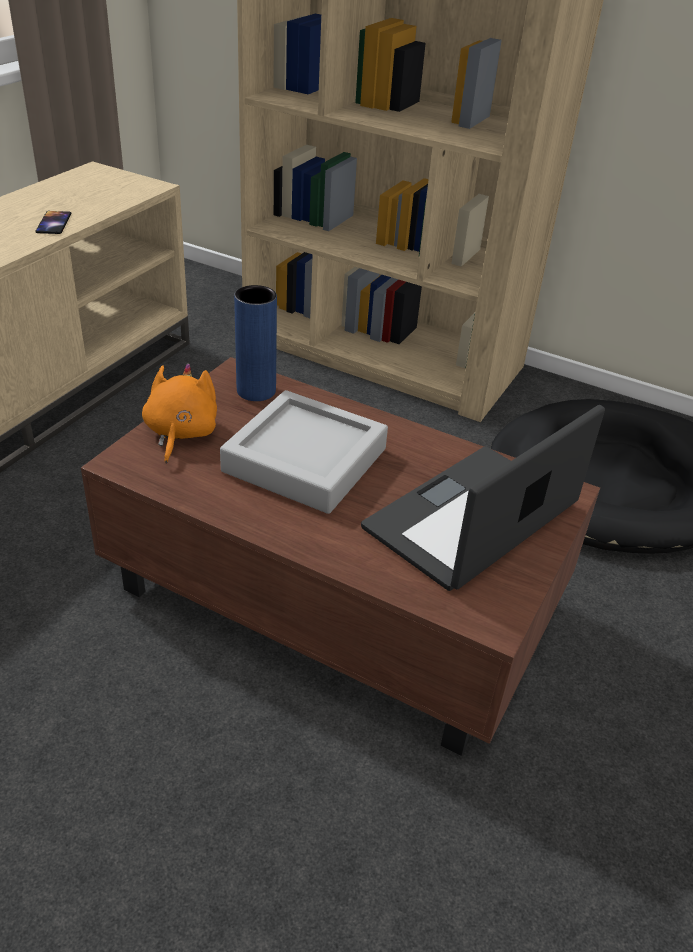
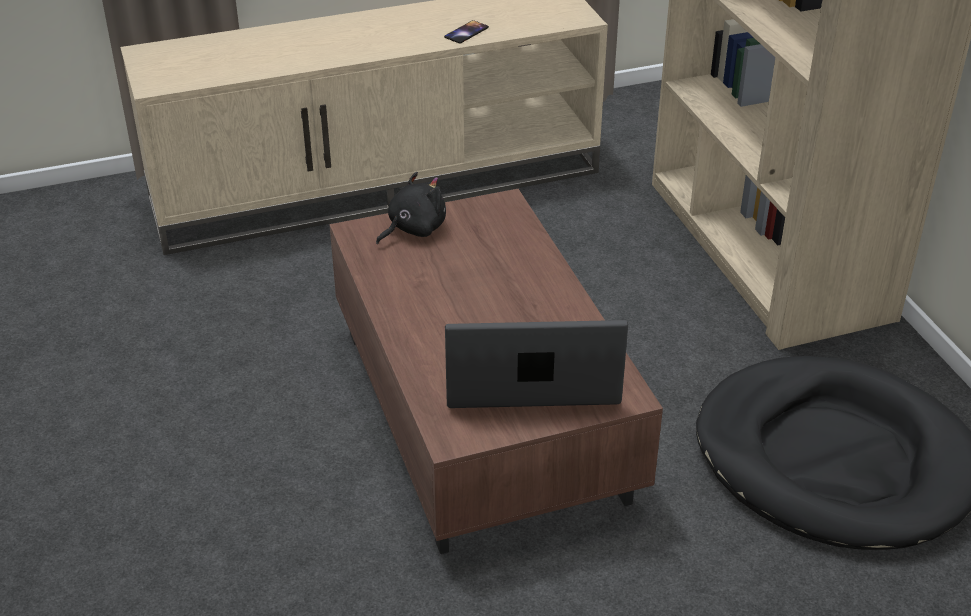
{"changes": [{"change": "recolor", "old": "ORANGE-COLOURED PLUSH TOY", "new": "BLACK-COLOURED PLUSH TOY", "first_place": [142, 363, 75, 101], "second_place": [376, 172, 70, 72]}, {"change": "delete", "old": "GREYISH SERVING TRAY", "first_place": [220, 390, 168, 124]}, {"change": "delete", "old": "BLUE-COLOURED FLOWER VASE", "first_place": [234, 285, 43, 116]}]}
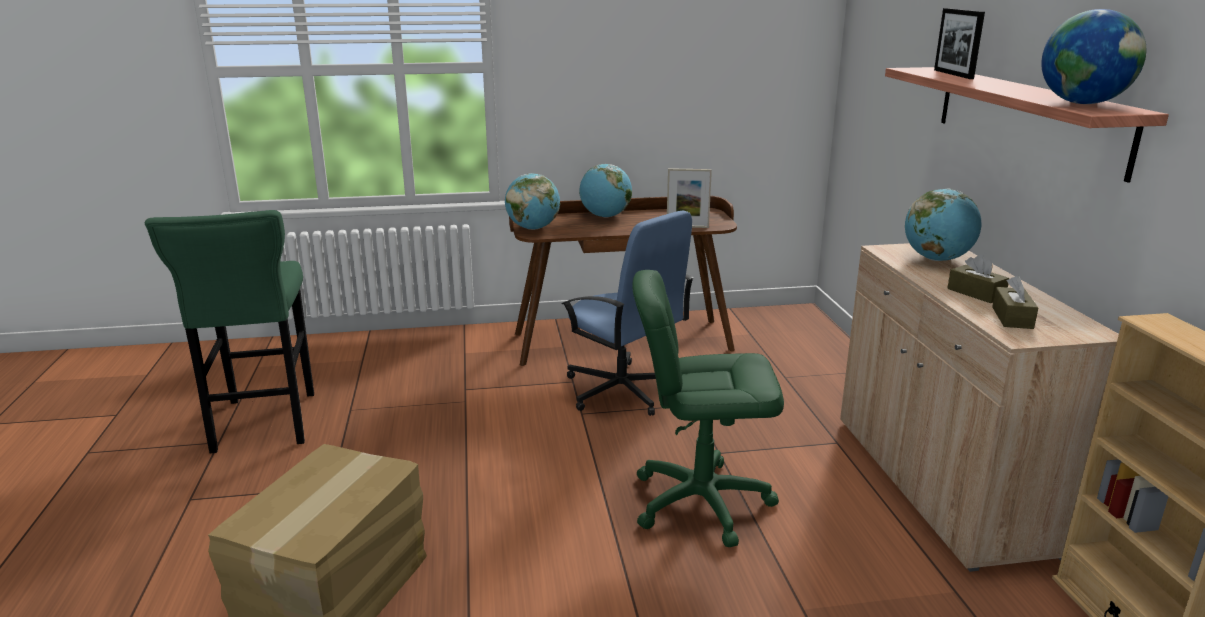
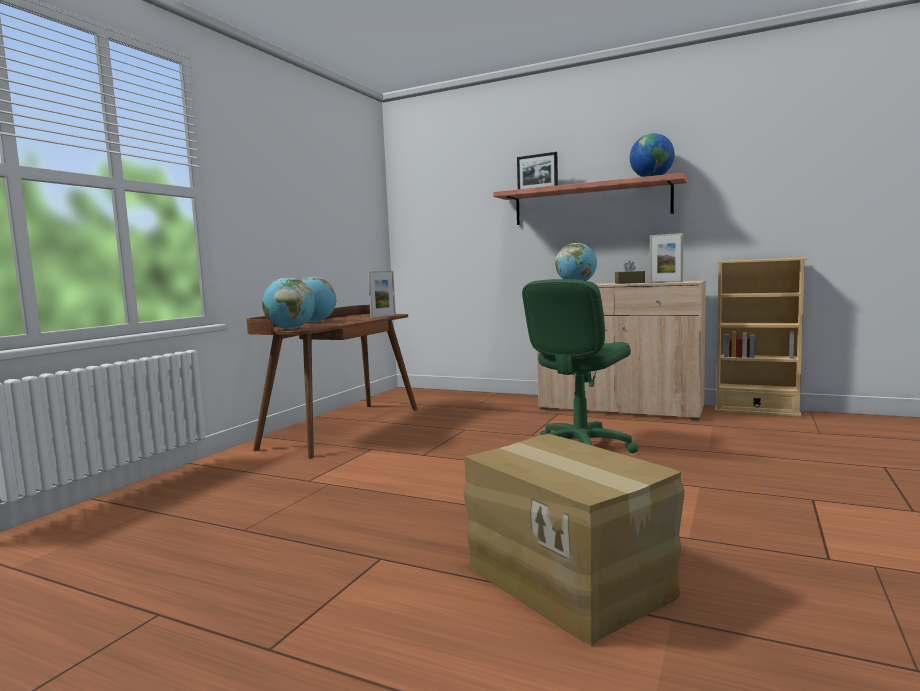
{"changes": [{"change": "replace", "old": "BROWNISH BOX OF TISSUES", "new": "PICTURE FRAME", "first_place": [992, 275, 46, 54], "second_place": [650, 233, 33, 50]}, {"change": "delete", "old": "GREENISH STOOL SEAT", "first_place": [145, 210, 169, 243]}, {"change": "delete", "old": "BLUE-COLOURED OFFICE CHAIR", "first_place": [562, 210, 132, 206]}]}
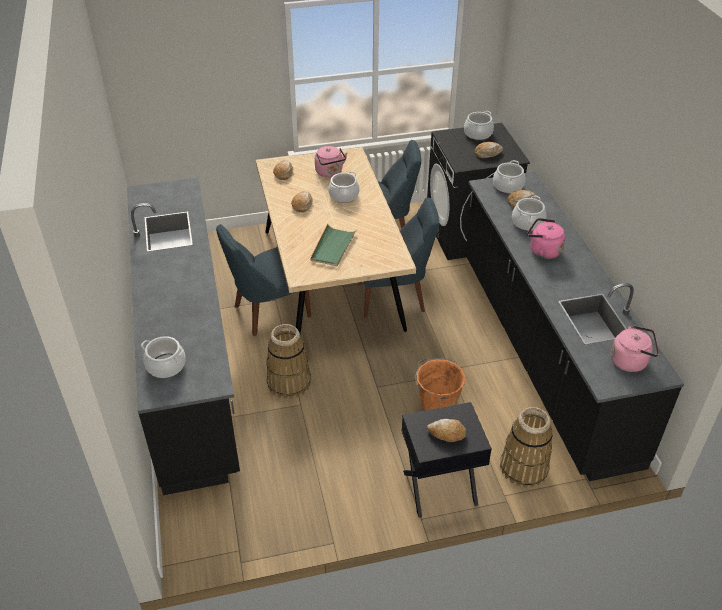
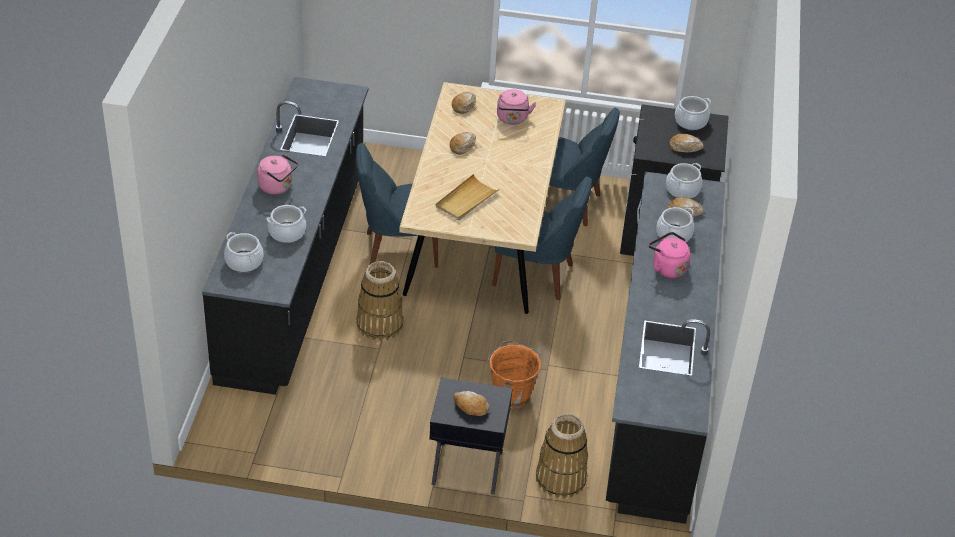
{"changes": [{"change": "move", "old": "PINK-COLOURED WATER KETTLE", "first_place": [611, 326, 48, 46], "second_place": [257, 154, 41, 40]}, {"change": "move", "old": "SAUCEPOT", "first_place": [328, 171, 31, 32], "second_place": [267, 205, 39, 38]}, {"change": "recolor", "old": "GREENISH SERVING TRAY", "new": "SAND-COLOURED SERVING TRAY", "first_place": [311, 224, 46, 43], "second_place": [435, 174, 64, 47]}]}
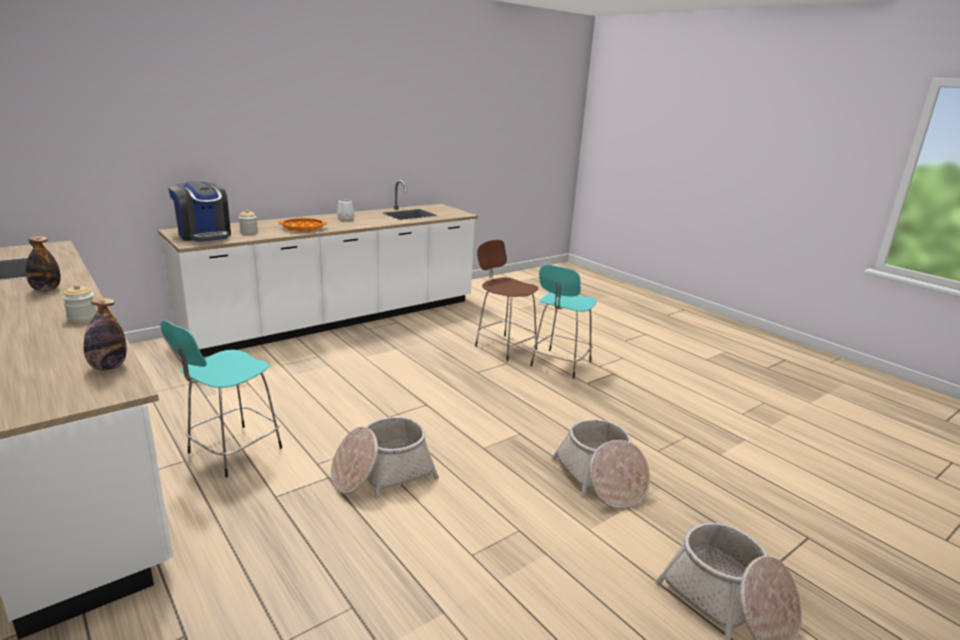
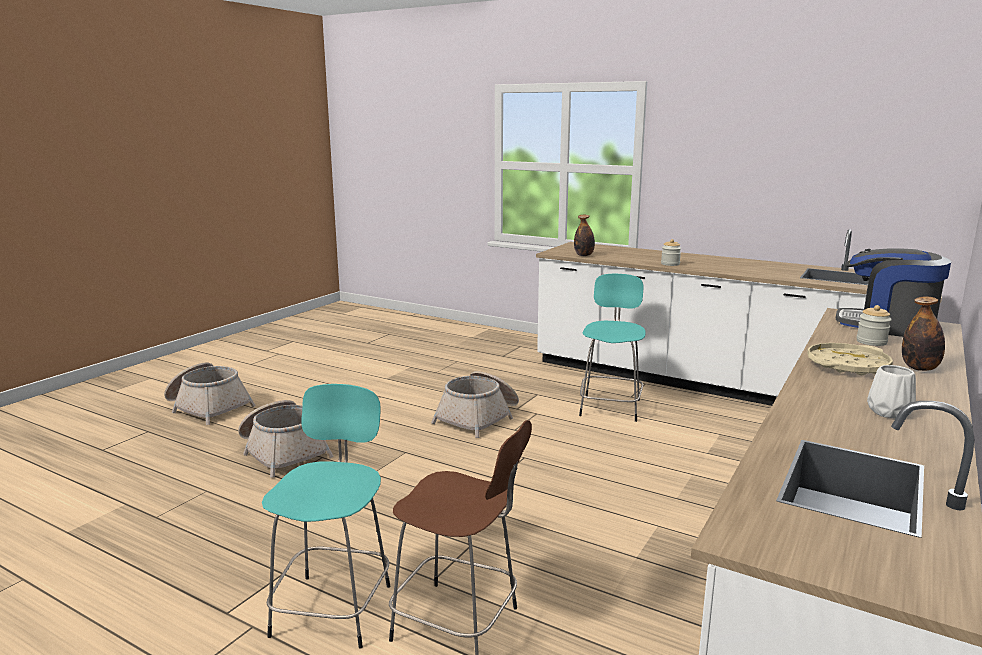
{"changes": [{"change": "recolor", "old": "ORANGE-COLOURED SERVING TRAY", "new": "SAND-COLOURED SERVING TRAY", "first_place": [278, 218, 49, 14], "second_place": [807, 343, 86, 32]}, {"change": "move", "old": "BOTTLE", "first_place": [25, 236, 36, 56], "second_place": [902, 296, 43, 75]}]}
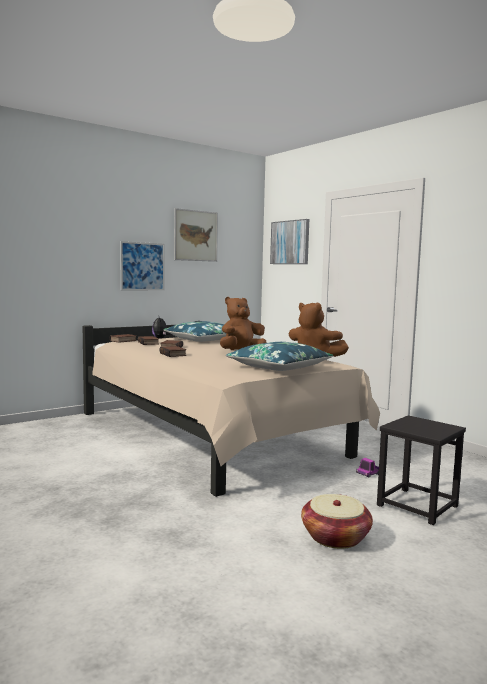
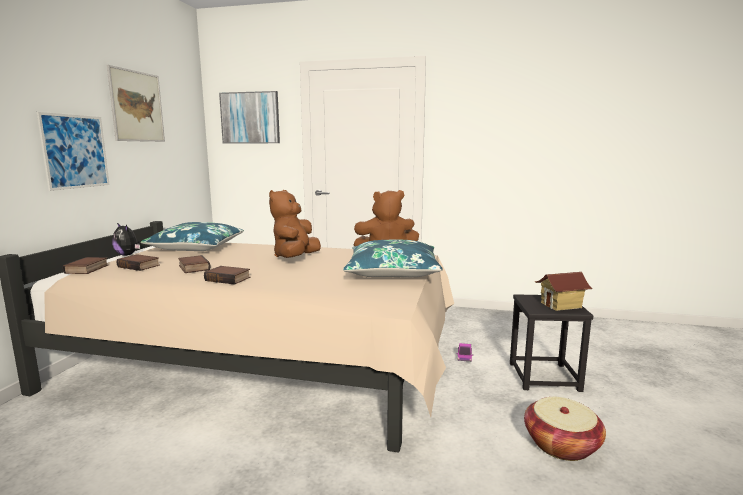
{"changes": [{"change": "insert", "new": "MODEL HOUSE", "second_place": [535, 272, 58, 39]}]}
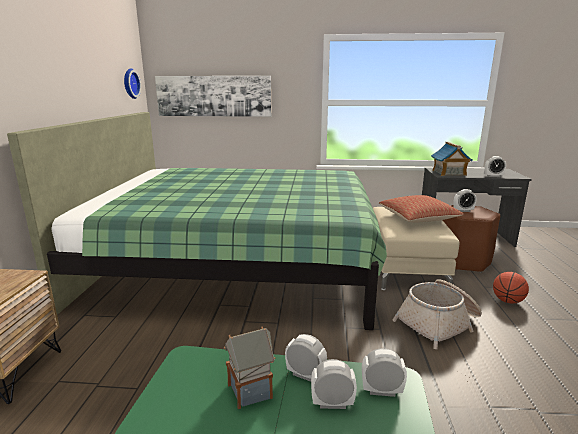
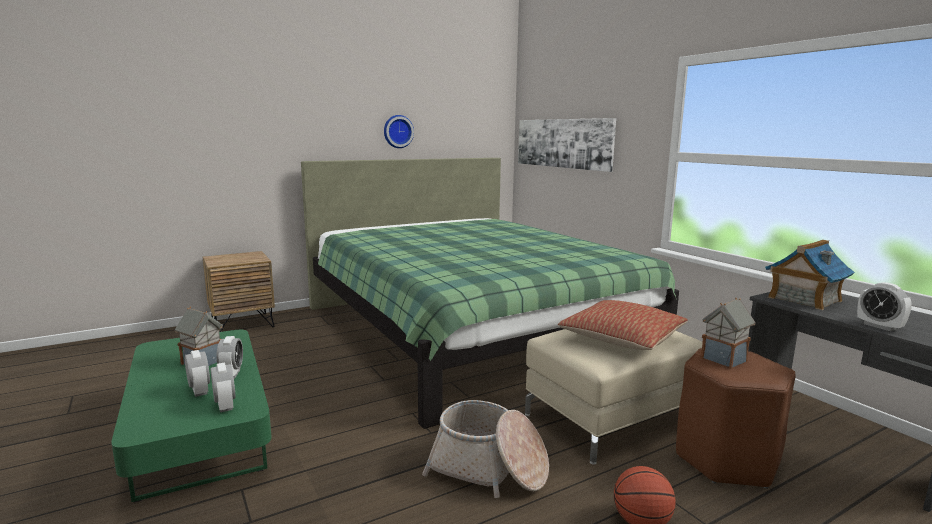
{"changes": [{"change": "move", "old": "CLOCK ON THE WALL", "first_place": [124, 68, 17, 31], "second_place": [384, 115, 30, 33]}, {"change": "replace", "old": "BEDSIDE CLOCK", "new": "MODEL HOUSE", "first_place": [453, 189, 23, 23], "second_place": [700, 298, 56, 71]}]}
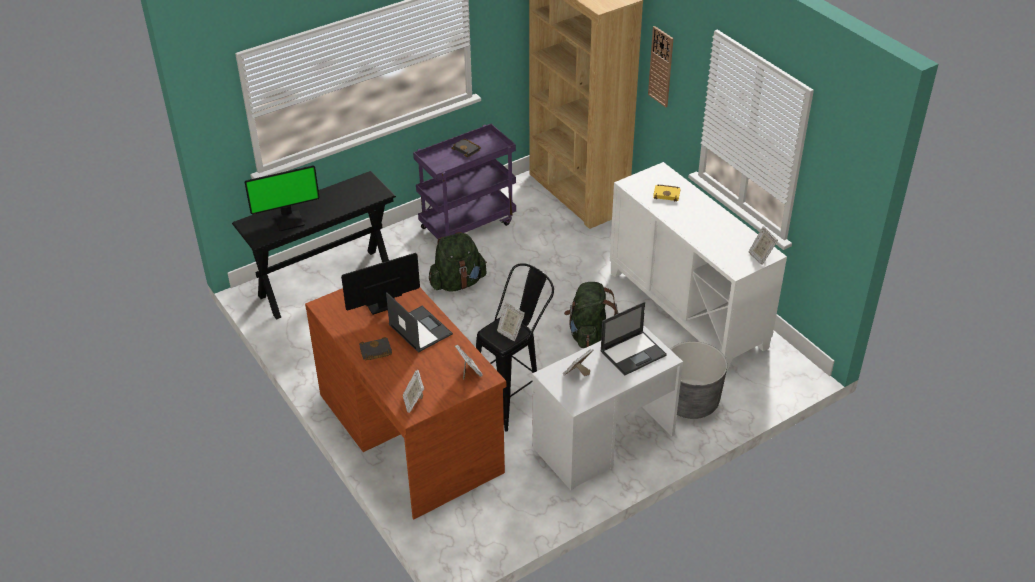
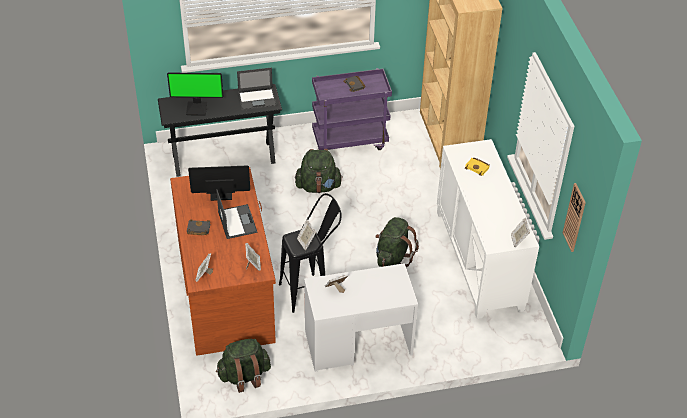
{"changes": [{"change": "insert", "new": "GREENISH BACKPACK", "second_place": [216, 339, 55, 54]}, {"change": "move", "old": "LAPTOP", "first_place": [600, 302, 67, 73], "second_place": [237, 68, 40, 43]}, {"change": "move", "old": "CLOCK ON THE WALL", "first_place": [648, 26, 25, 81], "second_place": [563, 183, 23, 69]}, {"change": "delete", "old": "GREYISH FLOWER POT", "first_place": [670, 341, 57, 78]}]}
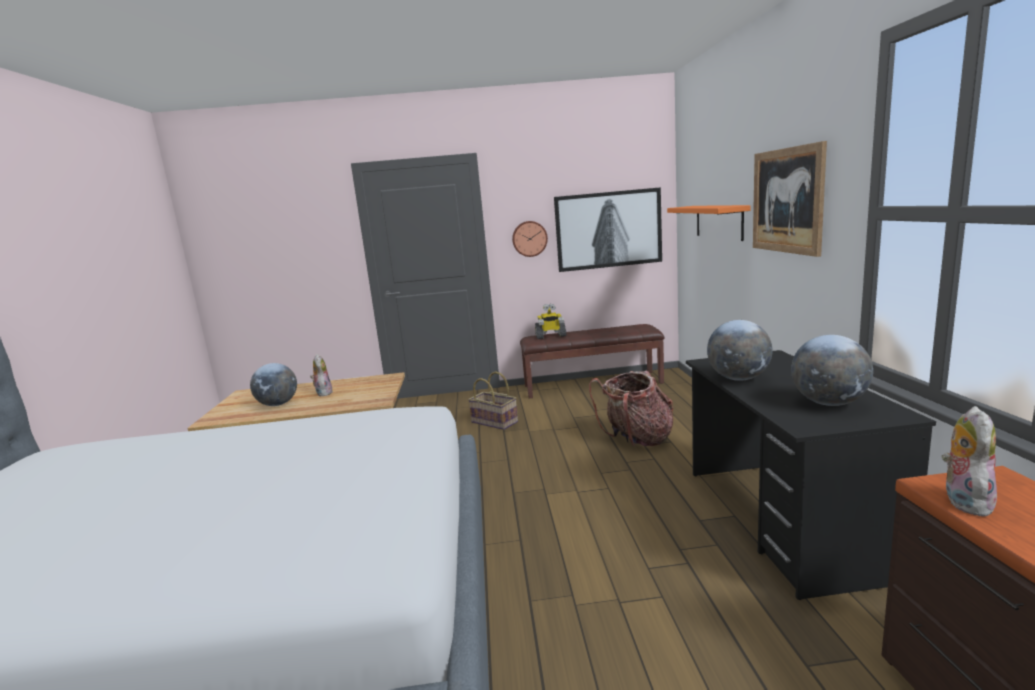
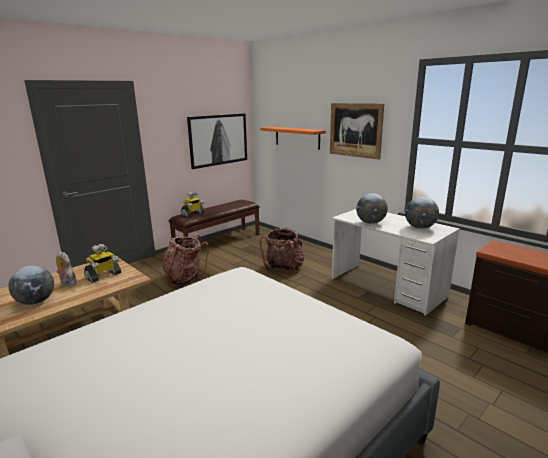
{"changes": [{"change": "insert", "new": "ROBOT FIGURE", "second_place": [84, 244, 37, 39]}, {"change": "replace", "old": "STORAGE BASKET", "new": "BACKPACK", "first_place": [468, 371, 50, 59], "second_place": [163, 234, 46, 52]}, {"change": "recolor", "old": "BLACK-COLOURED DESK", "new": "WHITISH DESK", "first_place": [686, 350, 250, 250], "second_place": [332, 209, 128, 107]}, {"change": "delete", "old": "CLOCK ON THE WALL", "first_place": [512, 221, 36, 36]}, {"change": "delete", "old": "PLUSH TOY", "first_place": [941, 406, 56, 110]}]}
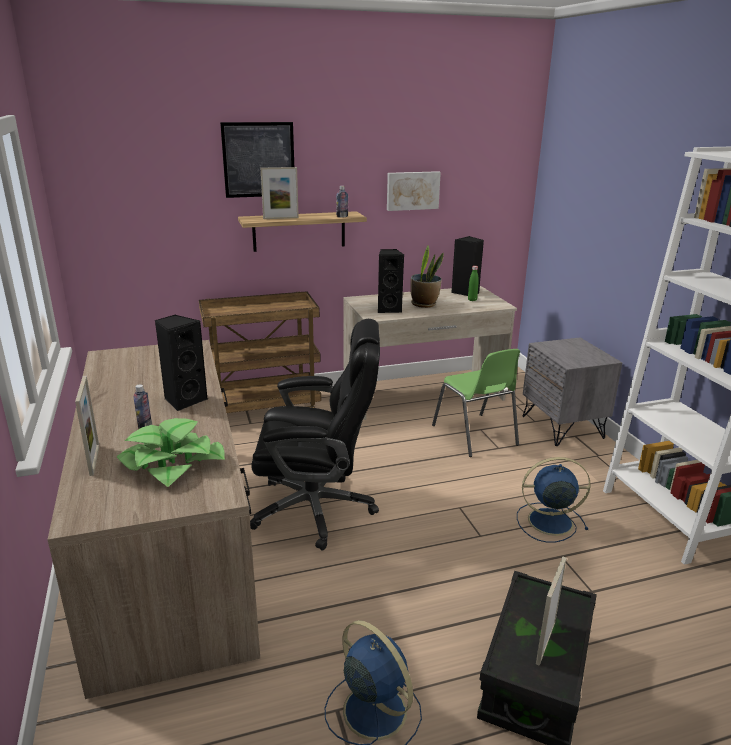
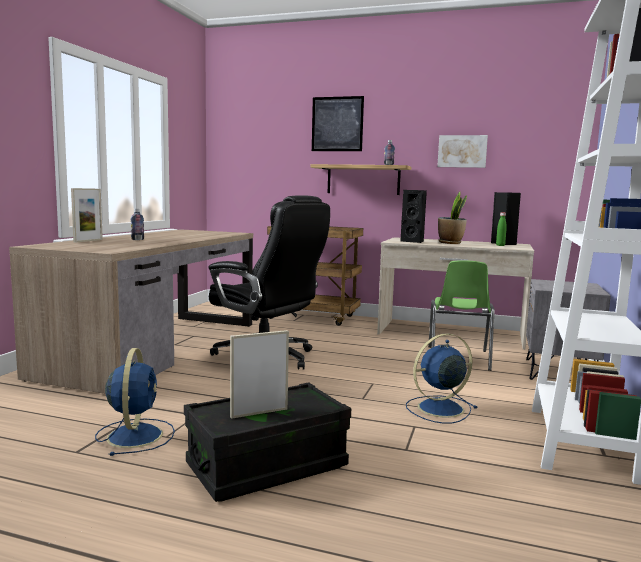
{"changes": [{"change": "rotate", "old": "BLUE-COLOURED ELECTRIC FAN", "first_place": [517, 457, 74, 86], "second_place": [406, 333, 72, 91], "degrees": -60}, {"change": "delete", "old": "POTTED PLANT", "first_place": [117, 418, 108, 69]}, {"change": "delete", "old": "BLACK-COLOURED AUDIO SPEAKER", "first_place": [155, 314, 53, 97]}, {"change": "delete", "old": "PICTURE FRAME", "first_place": [261, 167, 38, 52]}]}
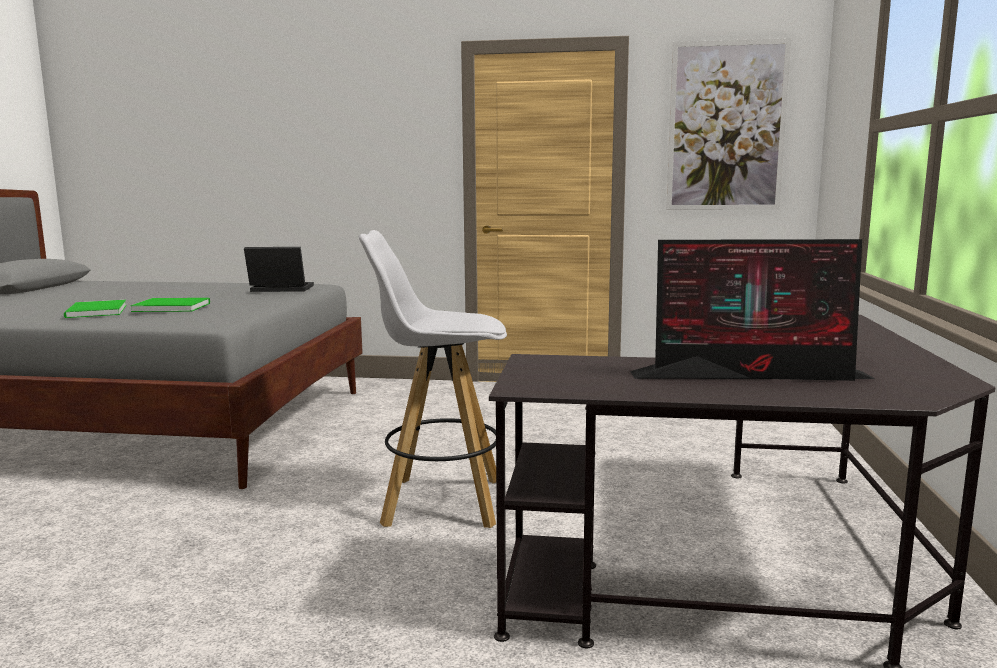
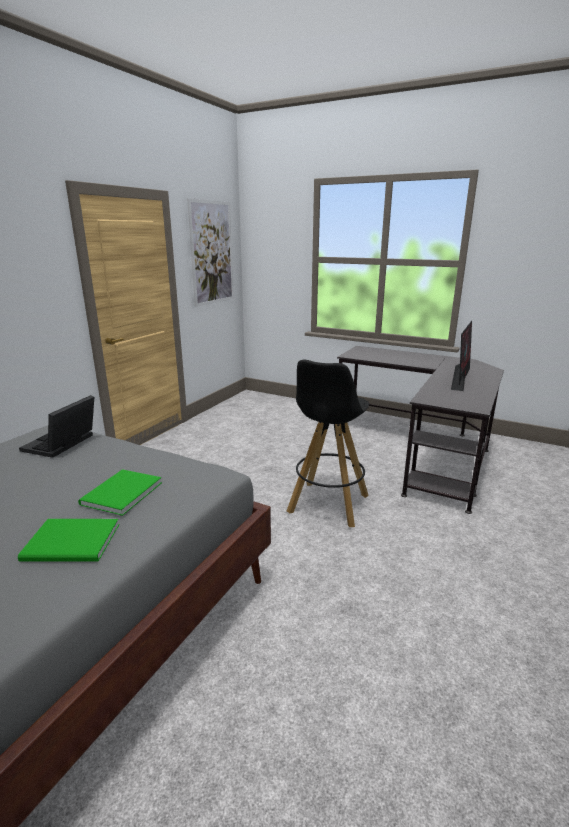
{"changes": [{"change": "recolor", "old": "WHITISH STOOL SEAT", "new": "BLACK-COLOURED STOOL SEAT", "first_place": [359, 230, 148, 298], "second_place": [287, 360, 82, 167]}]}
